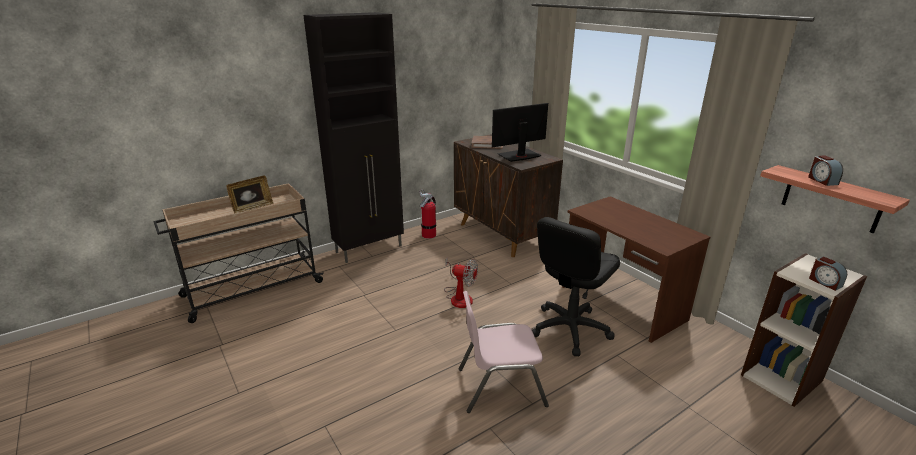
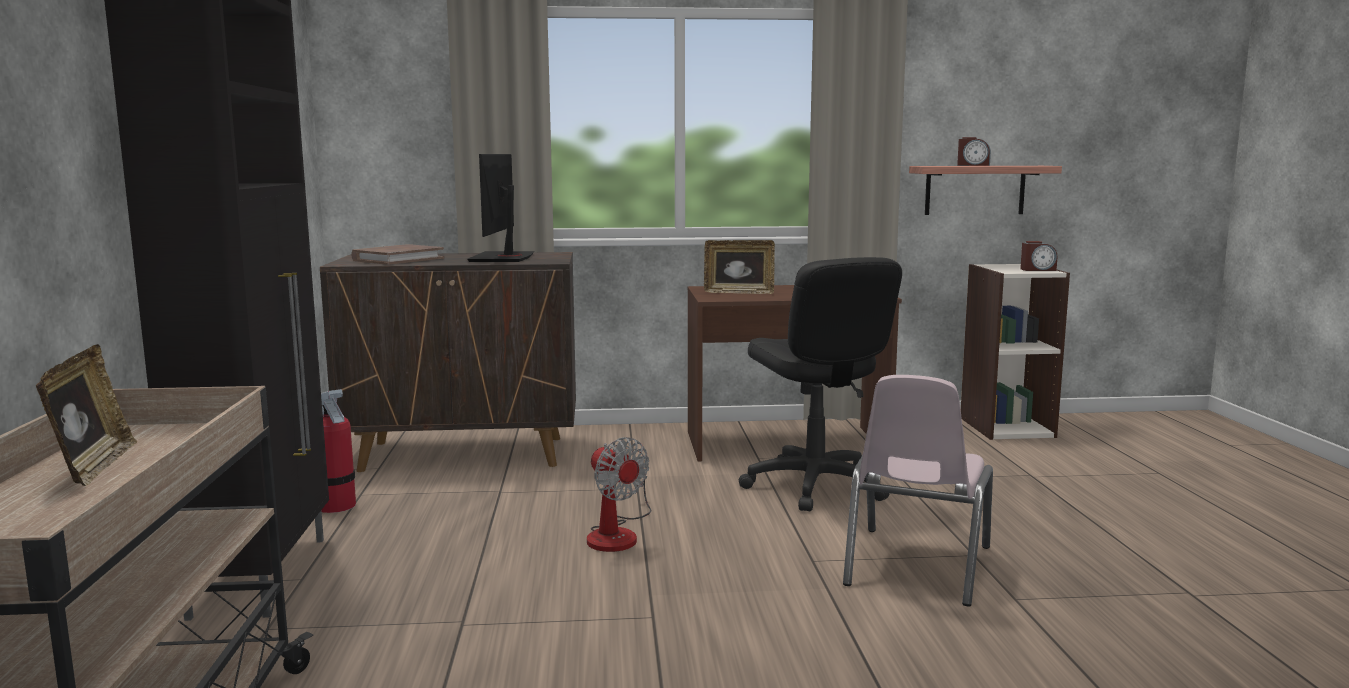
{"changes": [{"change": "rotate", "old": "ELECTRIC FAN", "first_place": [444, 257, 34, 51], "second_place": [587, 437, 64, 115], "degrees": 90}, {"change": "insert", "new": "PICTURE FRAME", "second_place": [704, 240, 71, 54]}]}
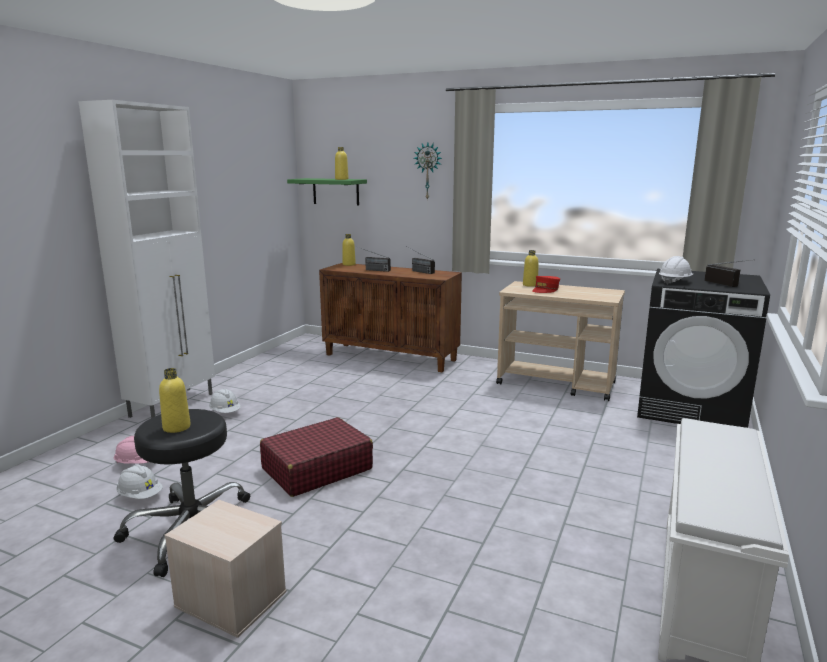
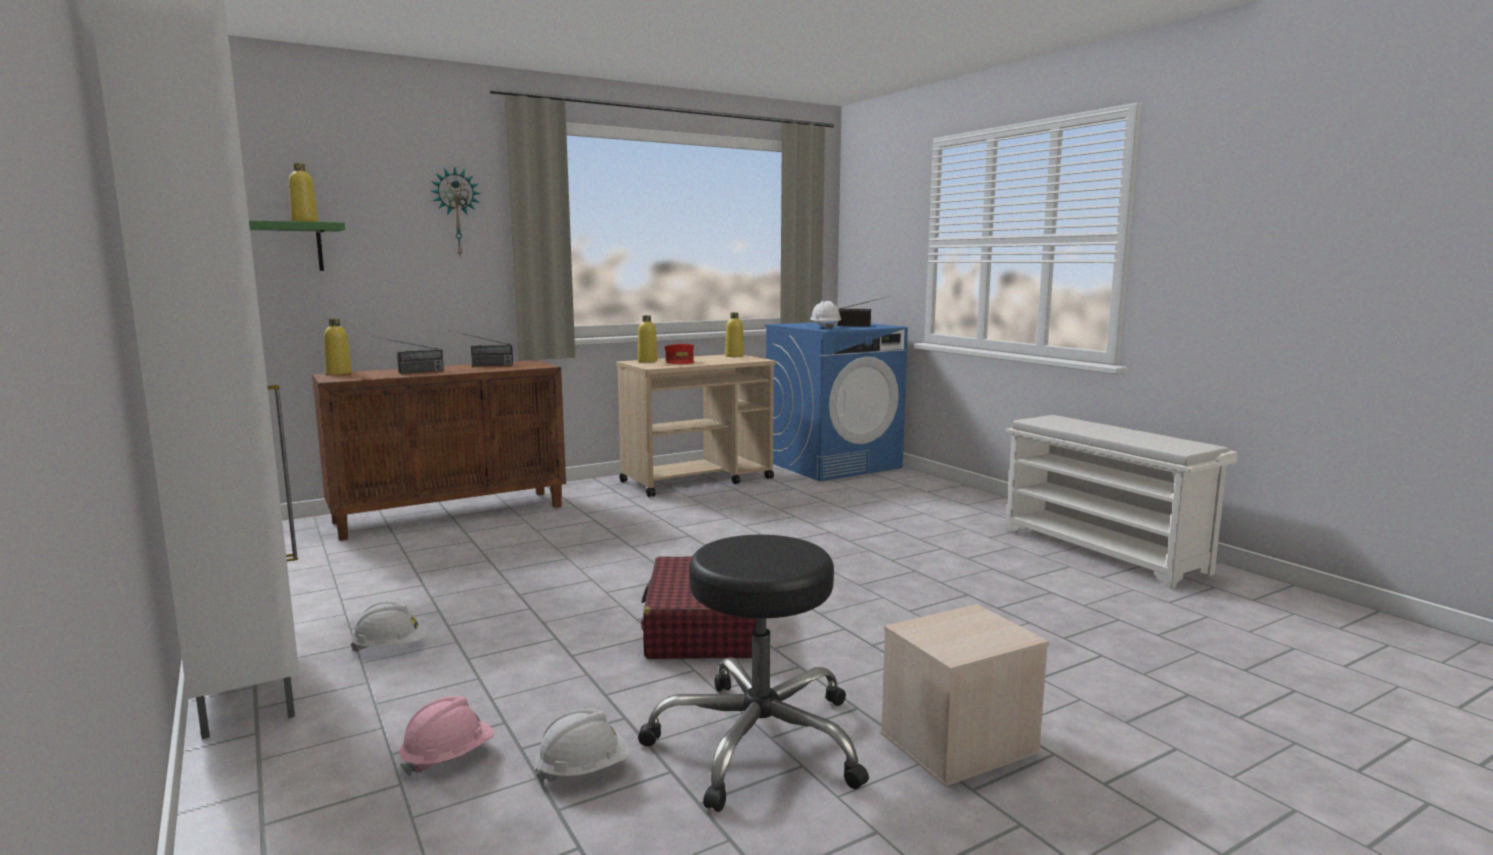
{"changes": [{"change": "move", "old": "YELLOWISH BOTTLE", "first_place": [159, 368, 32, 65], "second_place": [725, 312, 19, 45]}, {"change": "recolor", "old": "BLACK-COLOURED LAUNDRY MACHINE", "new": "BLUE-COLOURED LAUNDRY MACHINE", "first_place": [637, 269, 133, 159], "second_place": [765, 321, 143, 160]}]}
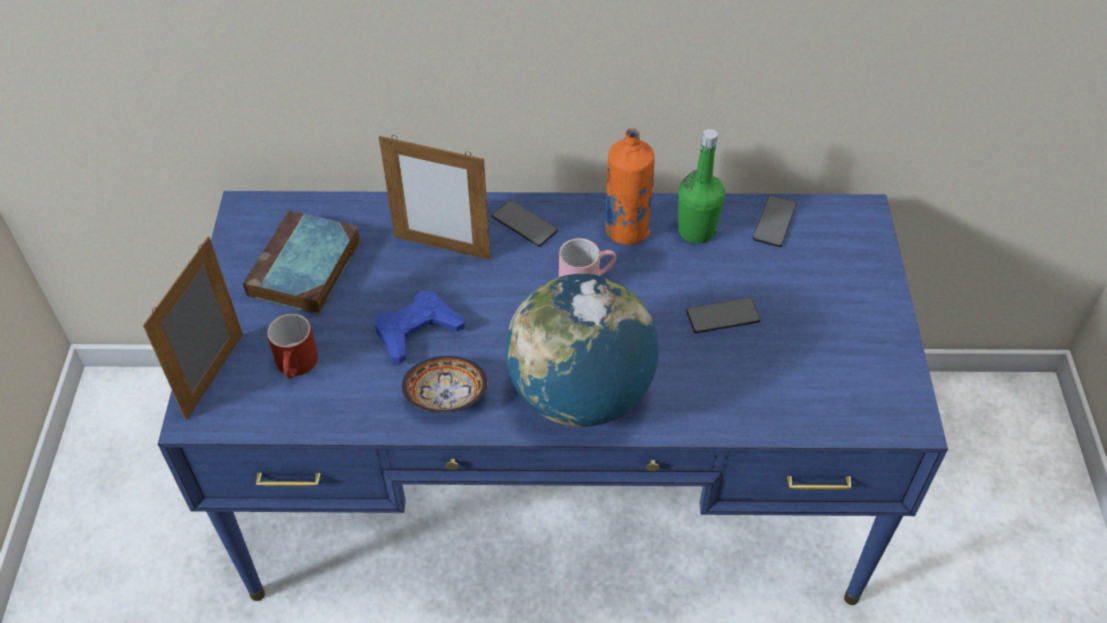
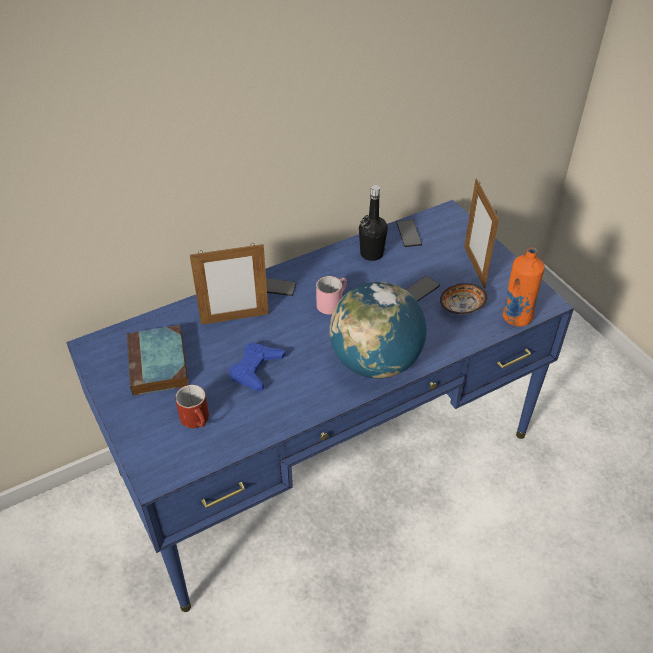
{"changes": [{"change": "recolor", "old": "GREENISH BOTTLE", "new": "BLACK-COLOURED BOTTLE", "first_place": [678, 129, 47, 114], "second_place": [359, 185, 29, 76]}, {"change": "move", "old": "BOWL", "first_place": [402, 356, 86, 57], "second_place": [440, 283, 48, 31]}, {"change": "move", "old": "PICTURE FRAME", "first_place": [143, 237, 100, 183], "second_place": [464, 178, 35, 111]}, {"change": "move", "old": "ORANGE-COLOURED BOTTLE", "first_place": [605, 128, 50, 117], "second_place": [503, 248, 42, 79]}]}
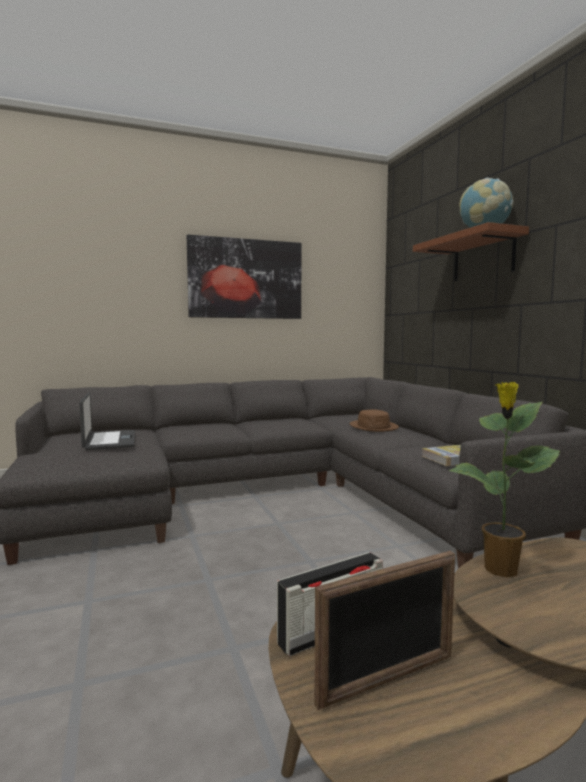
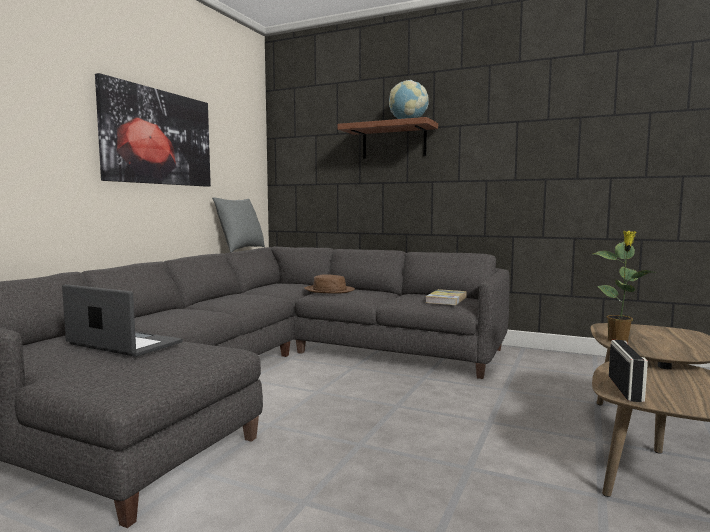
{"changes": [{"change": "insert", "new": "GREYISH PILLOW", "second_place": [212, 197, 53, 55]}, {"change": "delete", "old": "PICTURE FRAME", "first_place": [314, 551, 141, 159]}]}
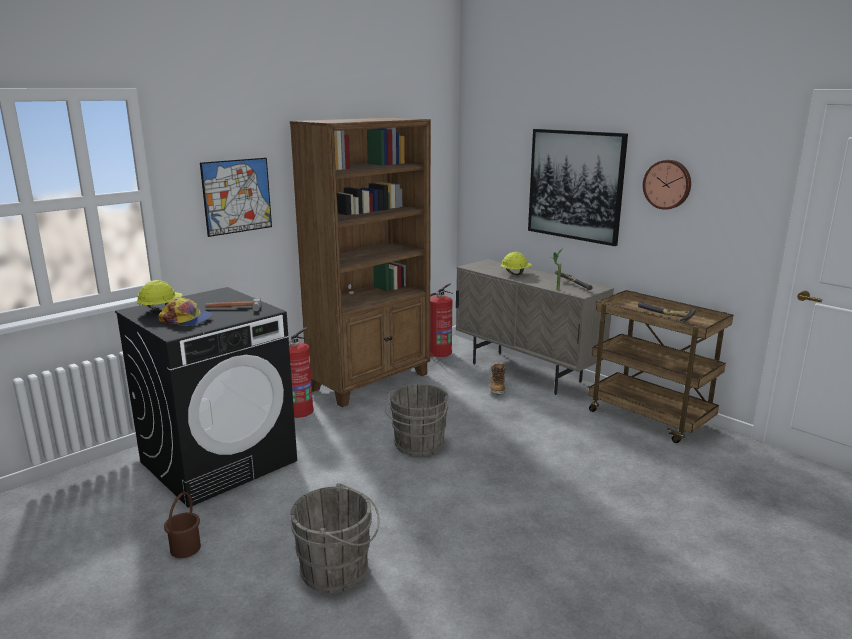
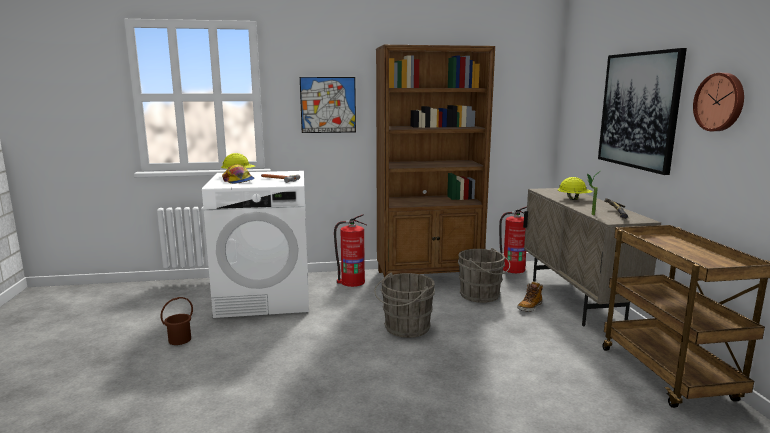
{"changes": [{"change": "recolor", "old": "BLACK-COLOURED LAUNDRY MACHINE", "new": "WHITISH LAUNDRY MACHINE", "first_place": [115, 287, 182, 221], "second_place": [202, 171, 107, 147]}, {"change": "move", "old": "GREYISH WATER BUCKET", "first_place": [291, 483, 89, 110], "second_place": [458, 248, 52, 55]}, {"change": "delete", "old": "HAMMER", "first_place": [638, 301, 58, 21]}]}
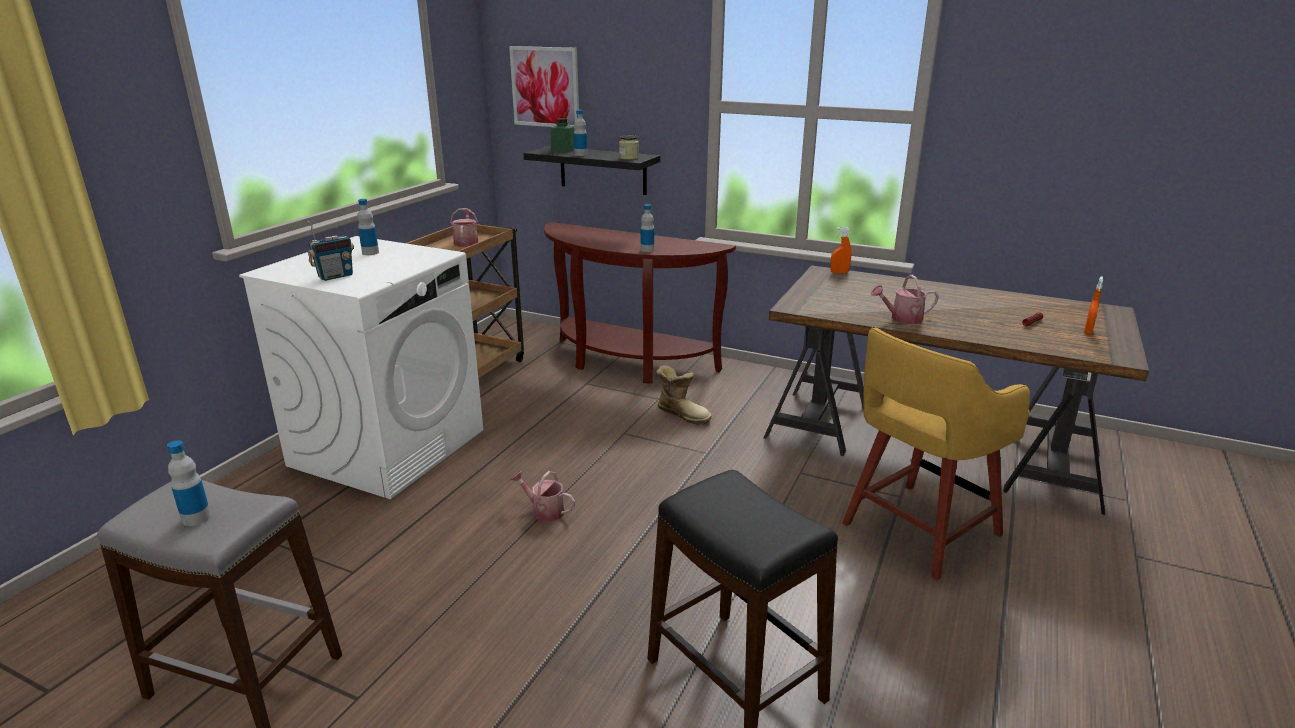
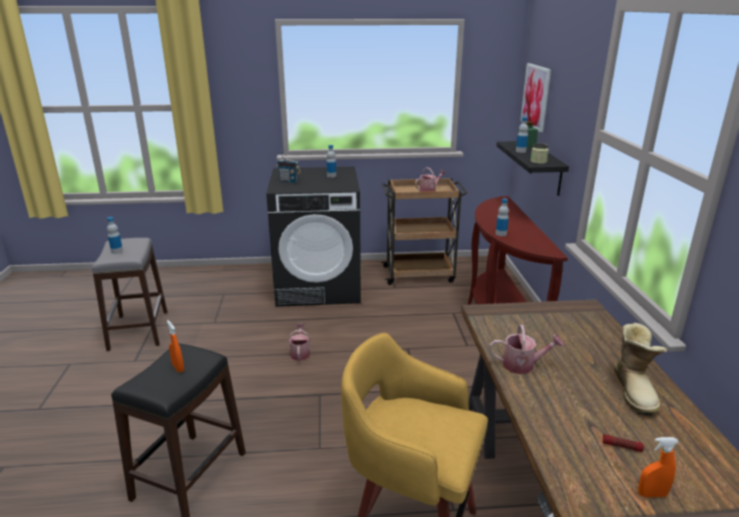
{"changes": [{"change": "move", "old": "ORANGE-COLOURED SPRAYER", "first_place": [830, 227, 22, 46], "second_place": [167, 320, 17, 53]}, {"change": "recolor", "old": "WHITISH LAUNDRY MACHINE", "new": "BLACK-COLOURED LAUNDRY MACHINE", "first_place": [239, 236, 244, 263], "second_place": [266, 167, 95, 140]}, {"change": "rotate", "old": "WATERING CAN", "first_place": [871, 275, 68, 49], "second_place": [490, 325, 73, 49], "degrees": 135}, {"change": "move", "old": "TALL BOOT", "first_place": [656, 365, 56, 60], "second_place": [615, 322, 52, 93]}]}
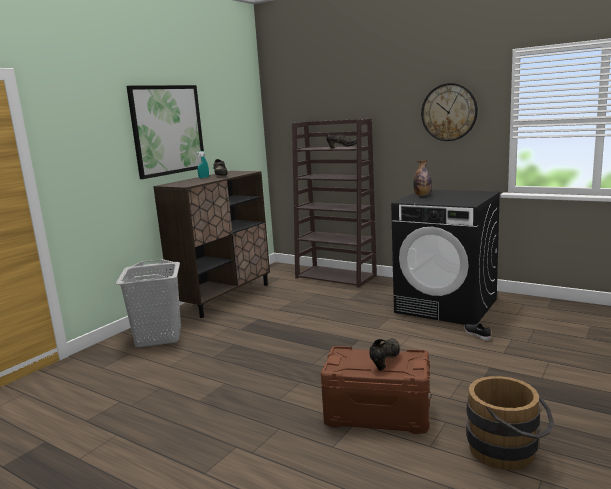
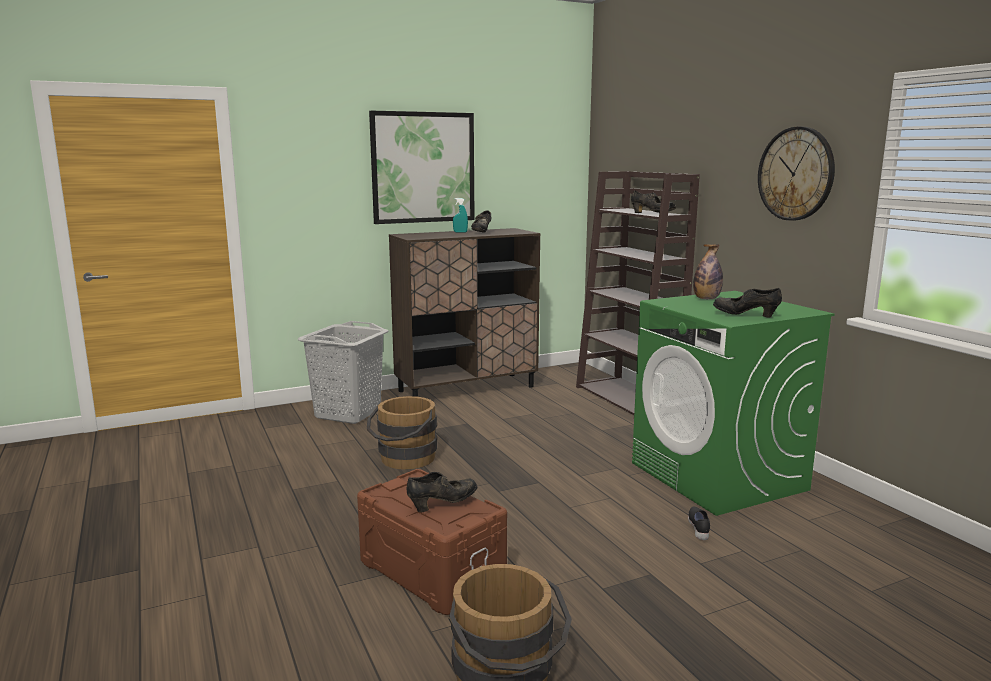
{"changes": [{"change": "insert", "new": "BROWNISH WATER BUCKET", "second_place": [367, 396, 70, 74]}, {"change": "recolor", "old": "BLACK-COLOURED LAUNDRY MACHINE", "new": "GREENISH LAUNDRY MACHINE", "first_place": [391, 190, 109, 135], "second_place": [632, 291, 203, 225]}, {"change": "insert", "new": "BLACK-COLOURED ITEM OF FOOTWEAR", "second_place": [713, 288, 69, 29]}]}
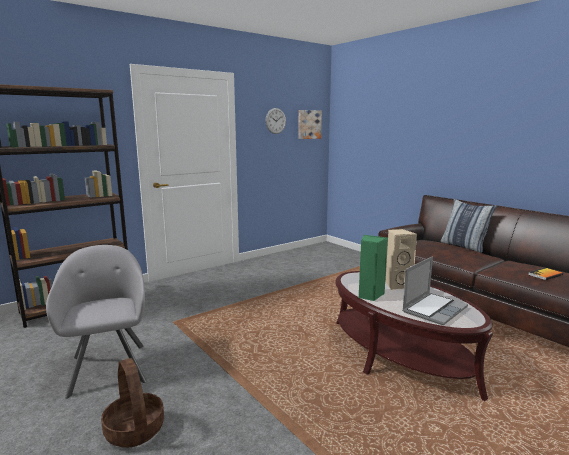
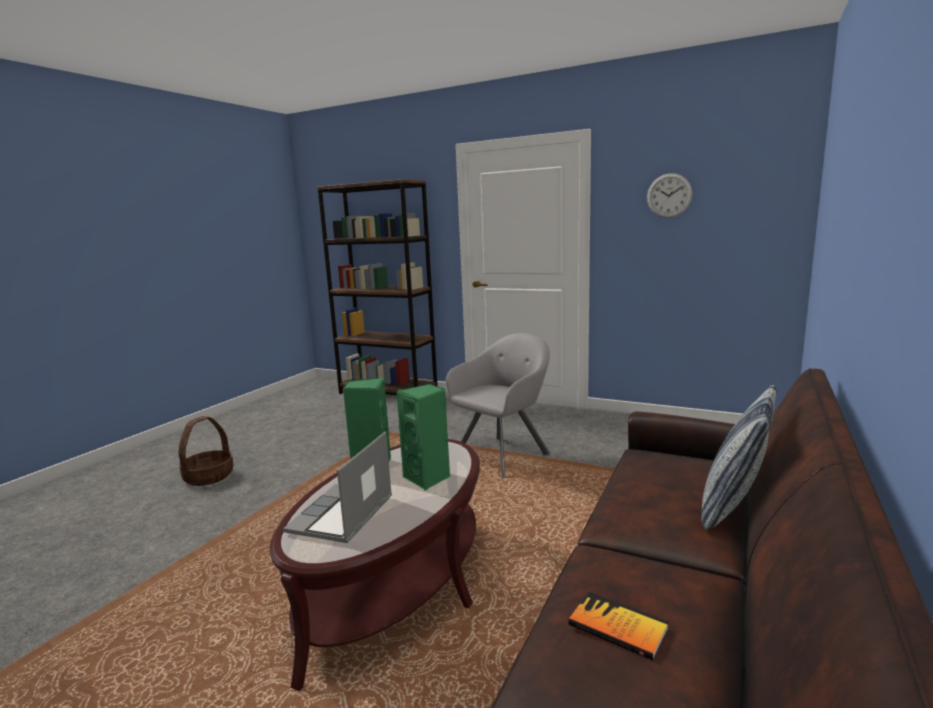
{"changes": [{"change": "rotate", "old": "LAPTOP", "first_place": [402, 256, 66, 69], "second_place": [283, 432, 109, 111], "degrees": 90}, {"change": "recolor", "old": "SAND-COLOURED AUDIO SPEAKER", "new": "GREENISH AUDIO SPEAKER", "first_place": [385, 229, 32, 61], "second_place": [396, 384, 54, 107]}, {"change": "move", "old": "GREYISH ARMCHAIR", "first_place": [46, 245, 100, 154], "second_place": [446, 333, 104, 145]}, {"change": "delete", "old": "WALL ART", "first_place": [298, 110, 24, 29]}]}
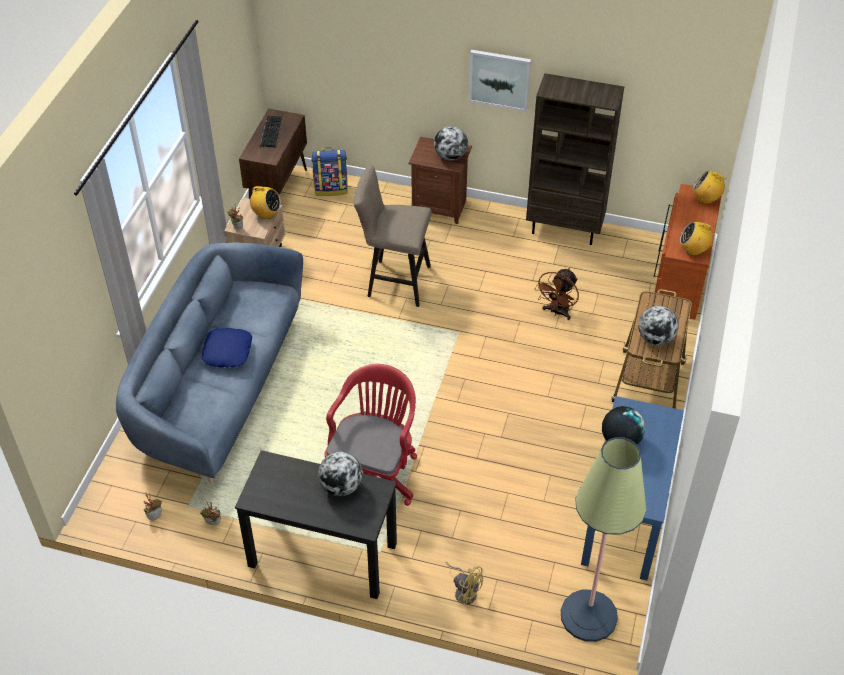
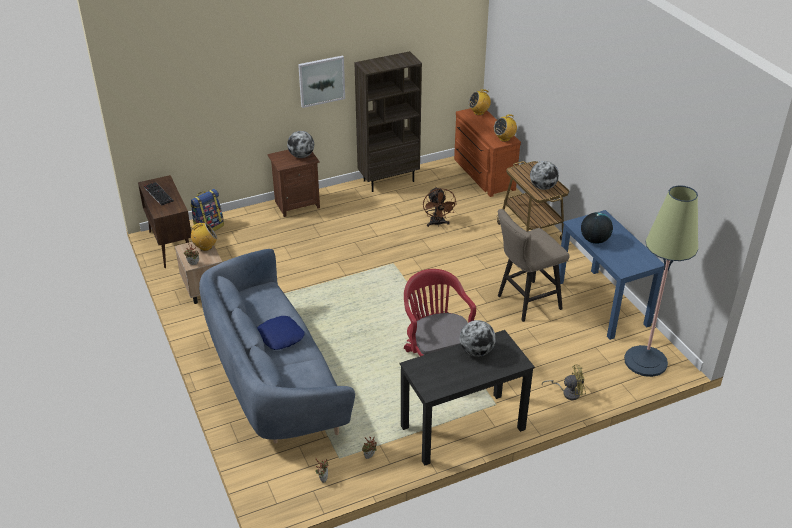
{"changes": [{"change": "move", "old": "SAND-COLOURED STOOL SEAT", "first_place": [354, 165, 77, 142], "second_place": [498, 209, 72, 113]}]}
